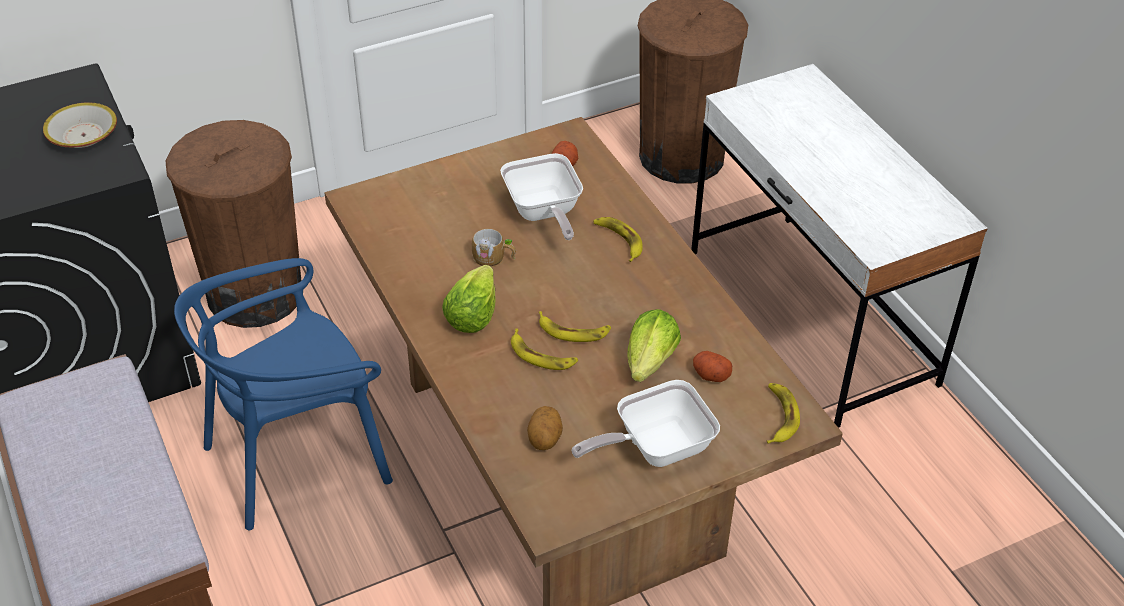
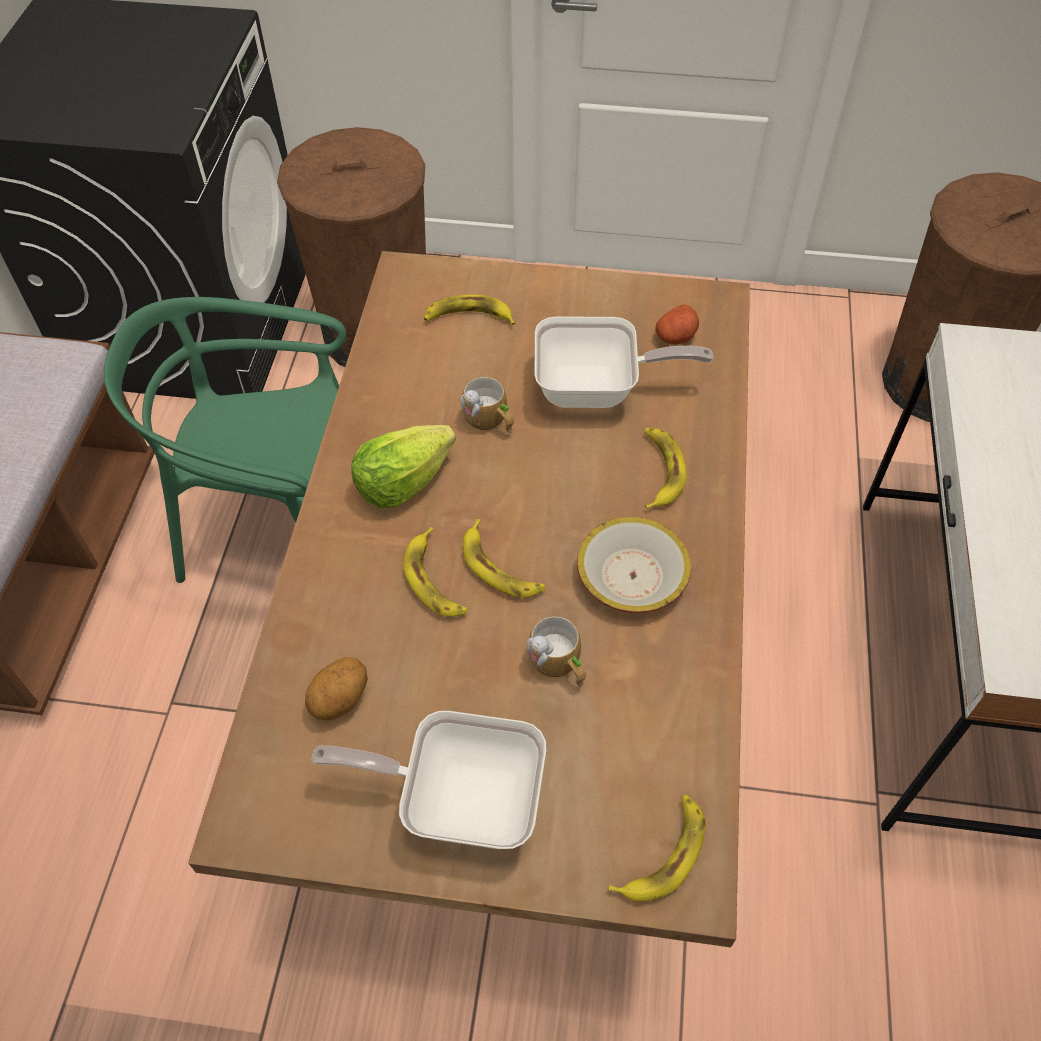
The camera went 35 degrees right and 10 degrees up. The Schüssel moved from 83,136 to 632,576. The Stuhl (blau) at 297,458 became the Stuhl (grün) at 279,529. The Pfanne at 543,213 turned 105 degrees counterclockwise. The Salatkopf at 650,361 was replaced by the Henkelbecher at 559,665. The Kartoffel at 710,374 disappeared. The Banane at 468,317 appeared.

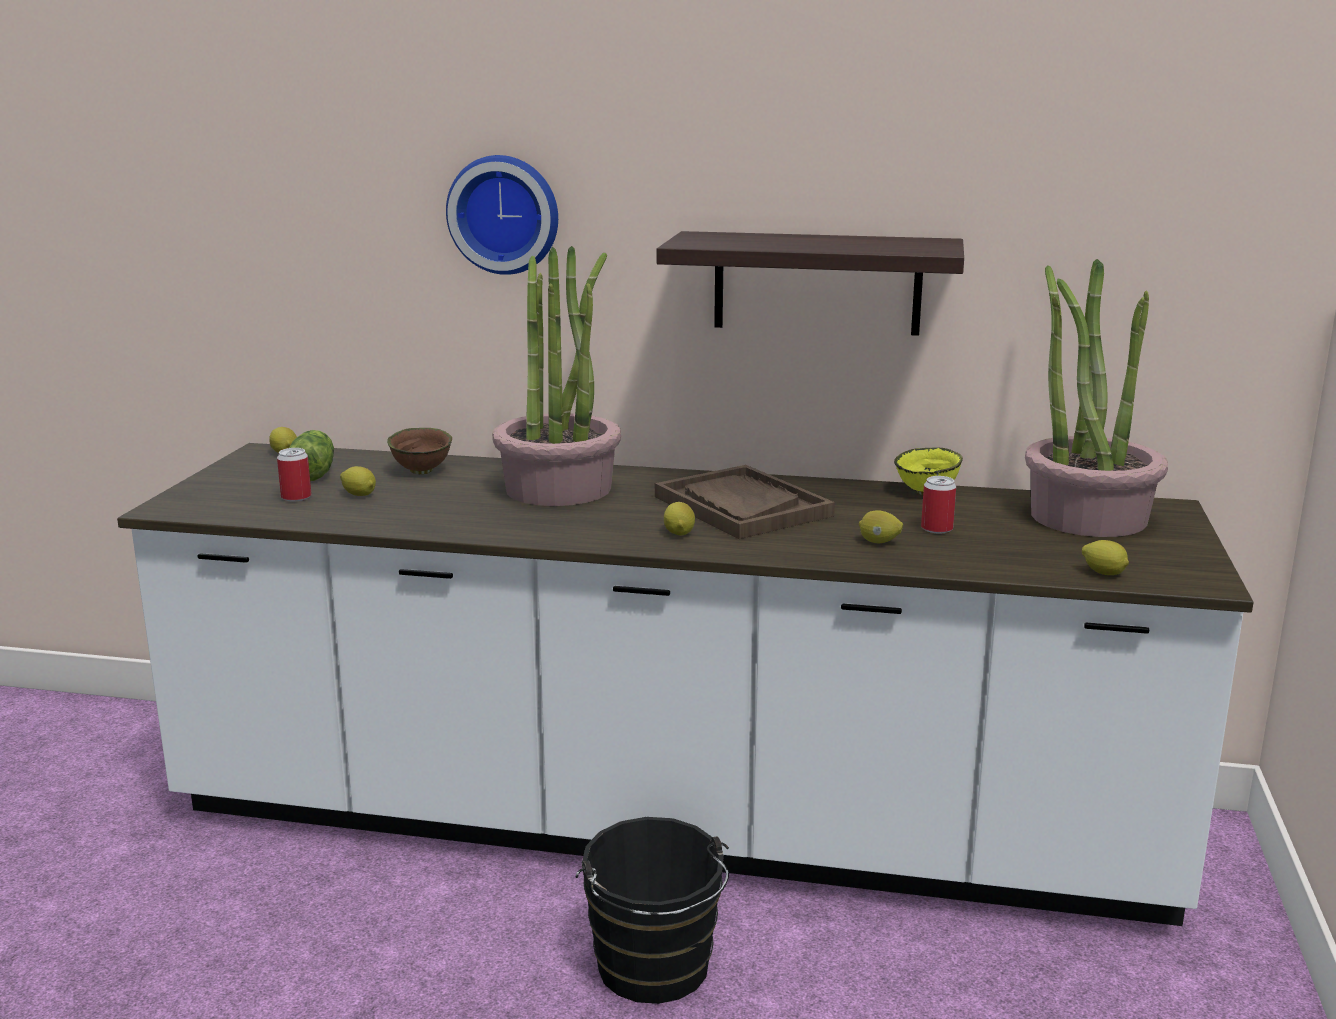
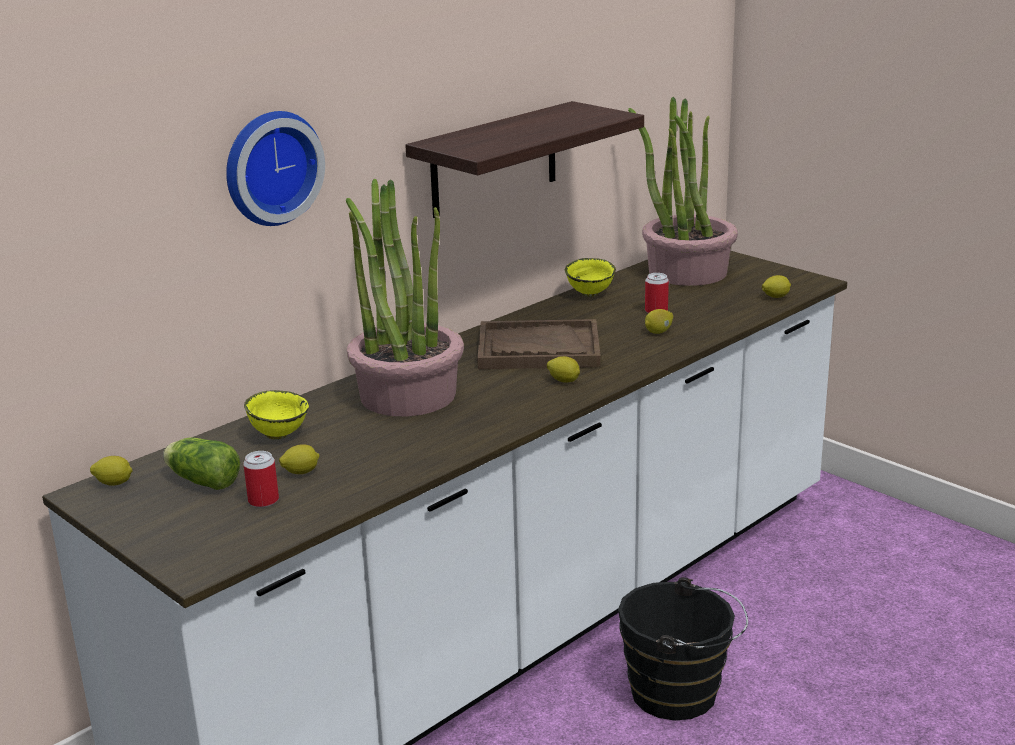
The camera went 55 degrees left and 5 degrees up. The Schüssel (braun) at 423,471 became the Schüssel (gelb) at 279,434.

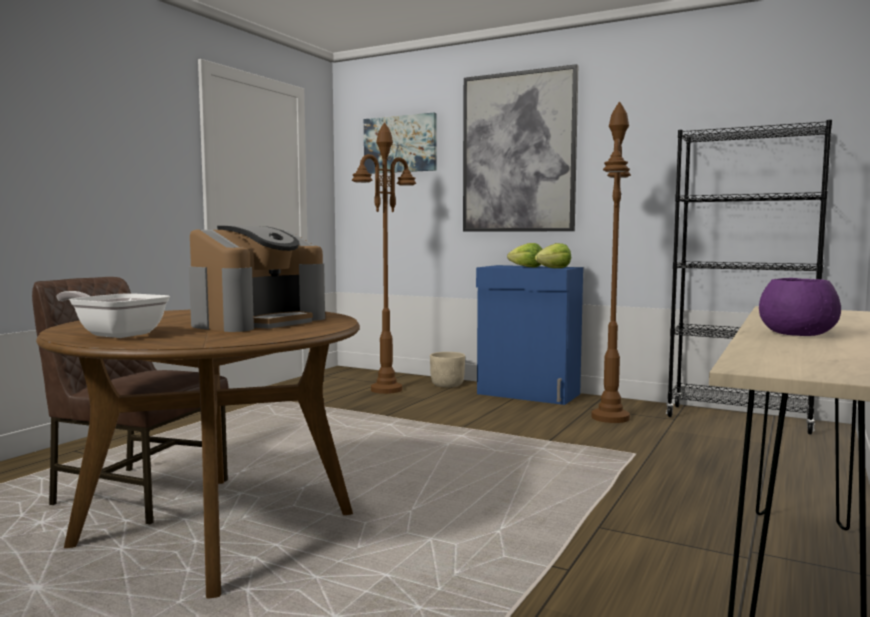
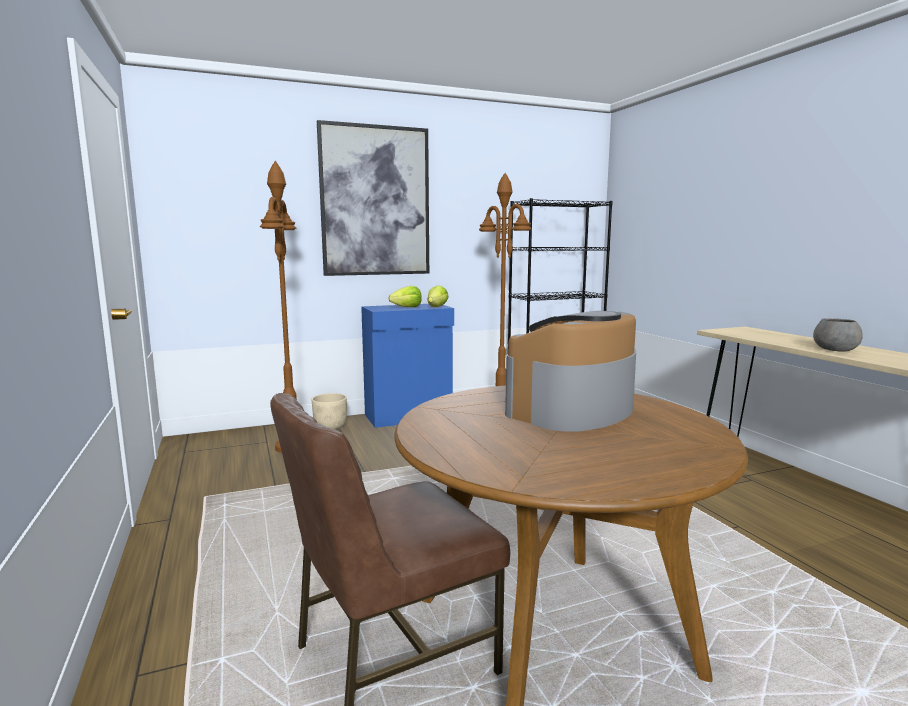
The camera went 50 degrees left and 5 degrees up. The Pfanne at 116,334 disappeared. The Kaffeemaschine at 258,321 turned 120 degrees counterclockwise. The Bild at 400,144 disappeared. The Schüssel (lila) at 796,334 became the Schüssel (grau) at 836,350.

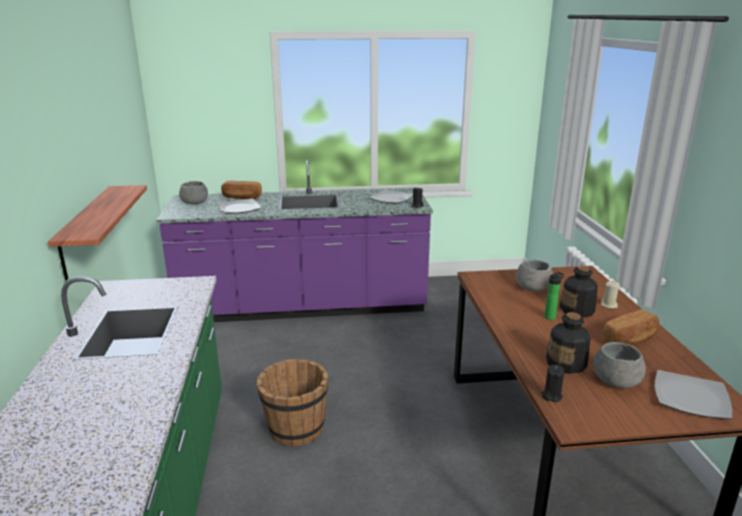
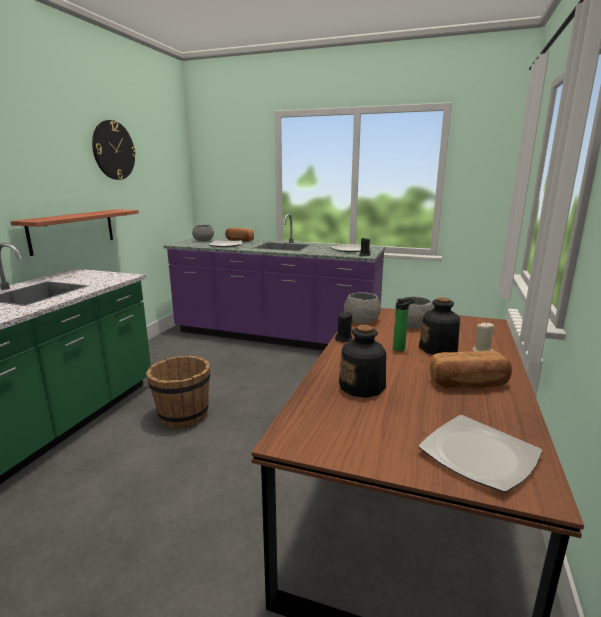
The camera went 25 degrees right and 5 degrees down. The Kerze (schwarz) moved from 551,396 to 344,339. The Schüssel (grau) moved from 616,380 to 361,320. The Wanduhr at 113,150 appeared.

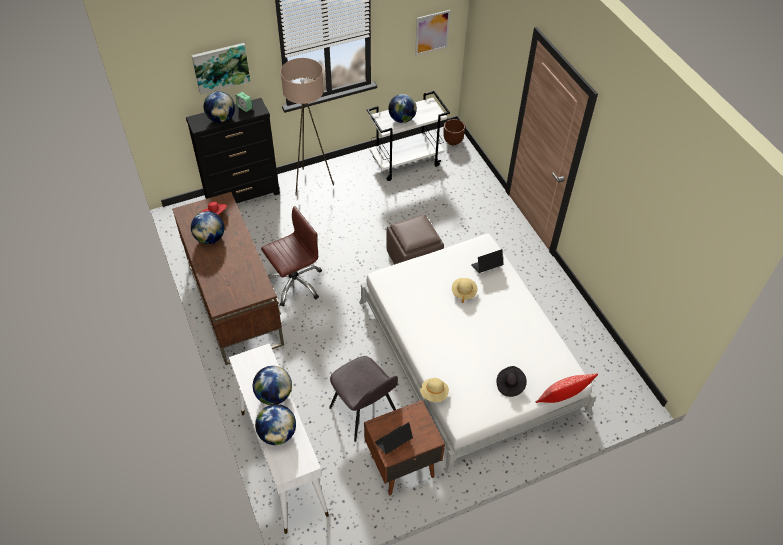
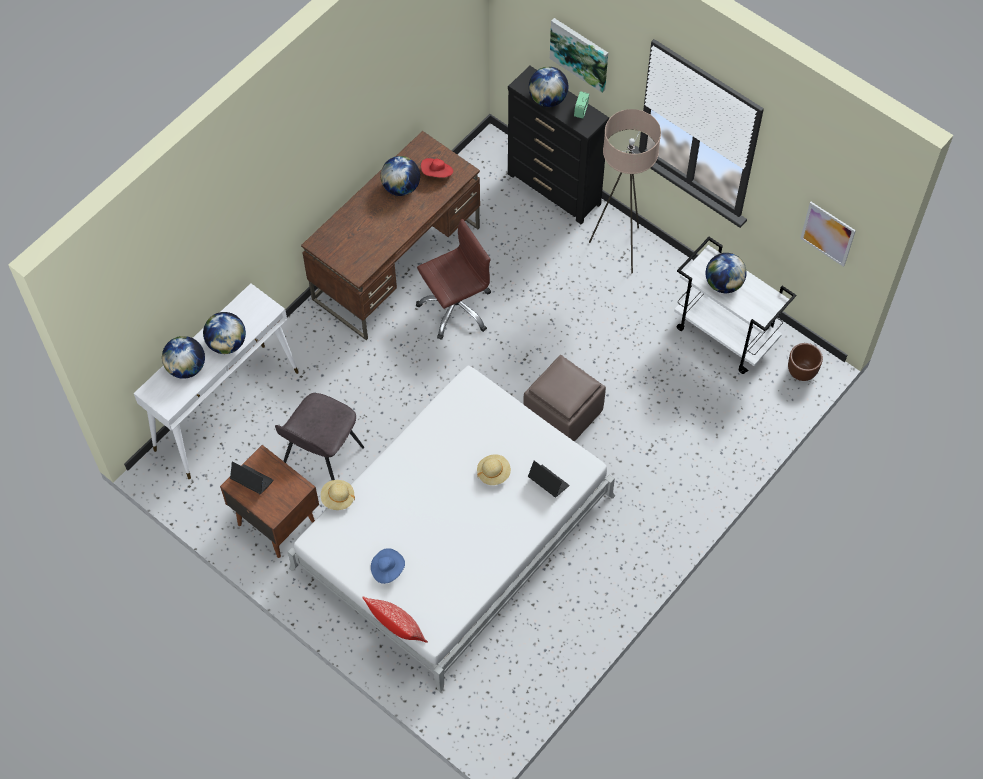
The camera went 65 degrees right and 10 degrees up. The Bürostuhl (braun) at 294,283 turned 60 degrees counterclockwise. The Hut (schwarz) at 510,385 became the Hut (blau) at 387,569.

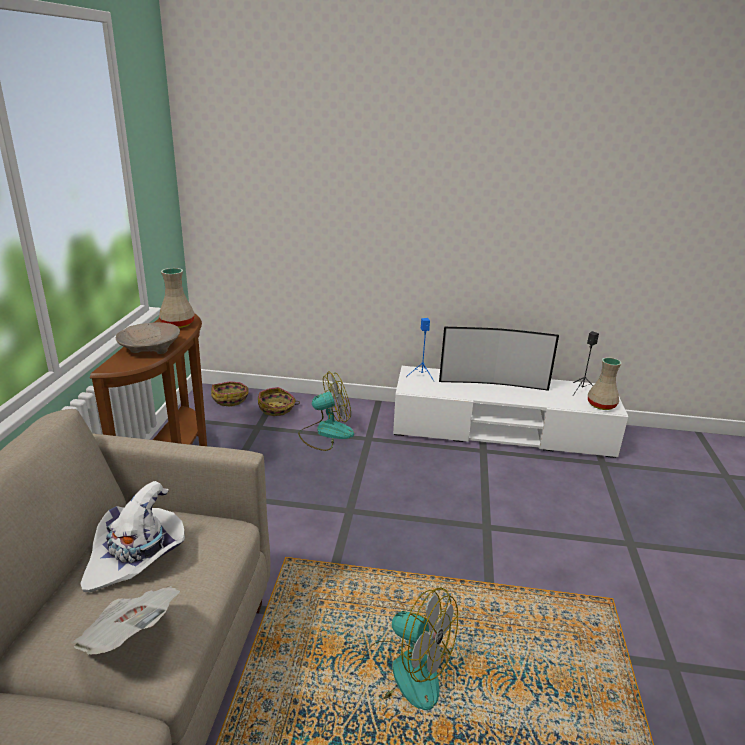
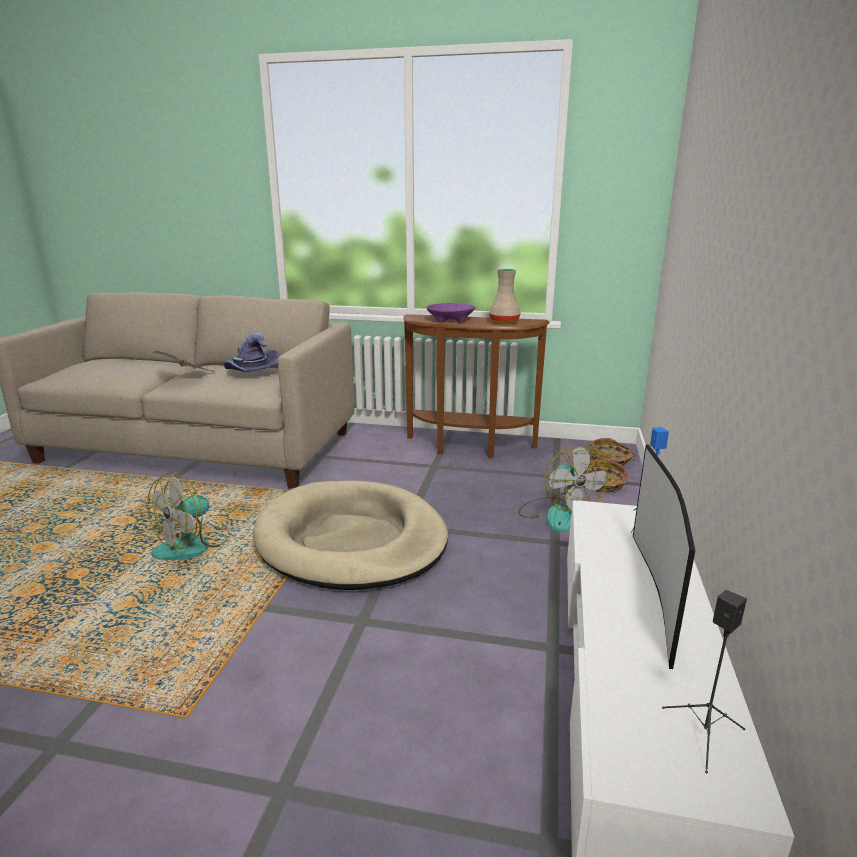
The camera went 95 degrees right and 5 degrees down. The Hut (weiß) at 137,555 became the Hut (lila) at 251,373. The Schüssel (beige) at 150,348 became the Schüssel (lila) at 450,319. The Vase (beige) at 601,405 disappeared. The Hundebett (beige) at 351,540 appeared.

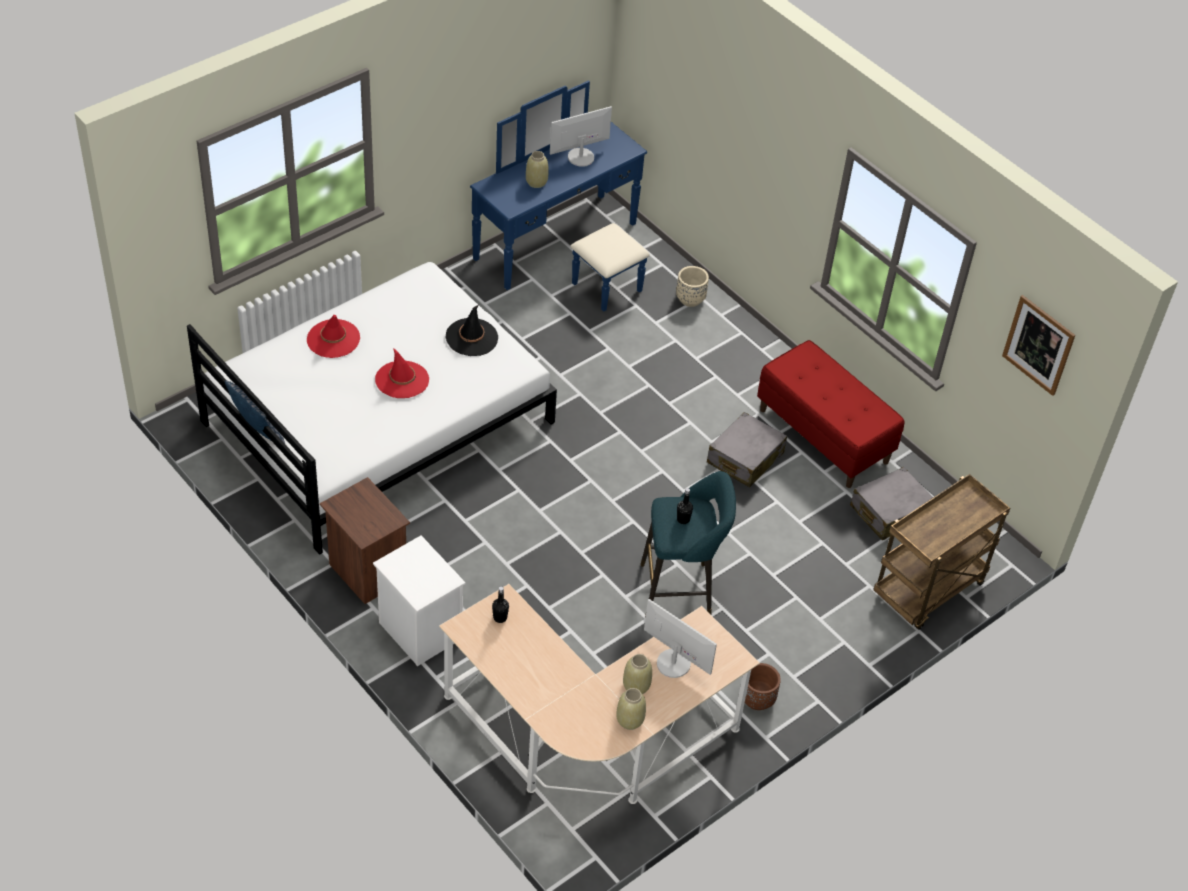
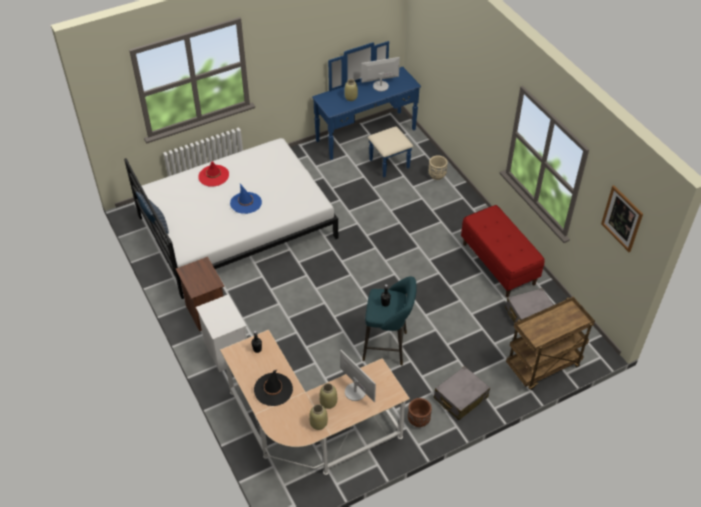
The camera went 15 degrees right and 0 degrees up. The Hut (rot) at 402,380 became the Hut (blau) at 246,203. The Hut (schwarz) moved from 472,337 to 273,389. The Koffer (grau) moved from 745,458 to 460,398.

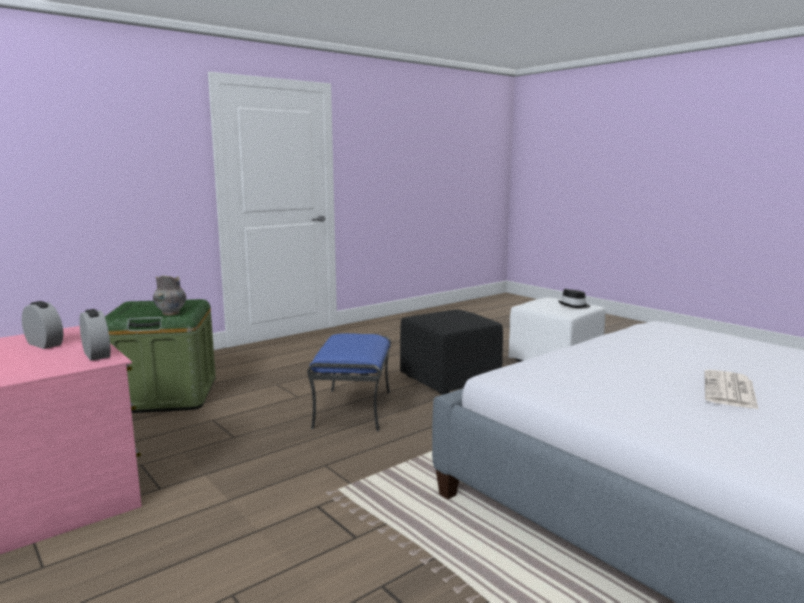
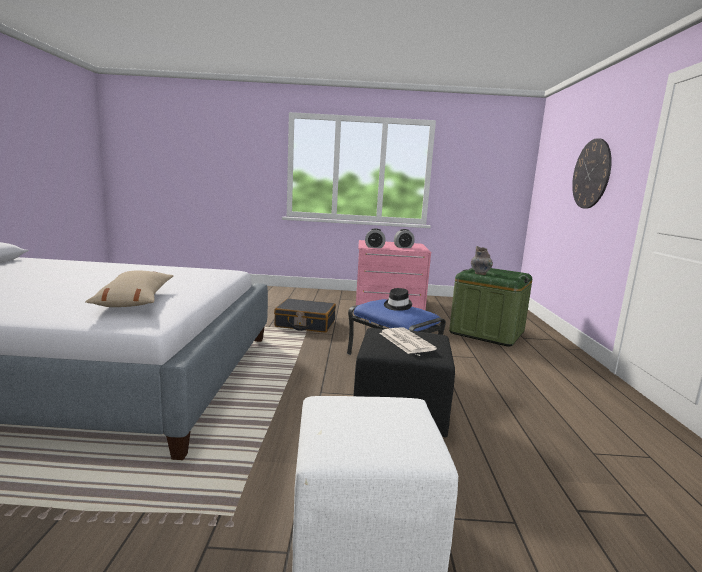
The camera went 130 degrees right and 0 degrees up. The Hut (schwarz) moved from 574,306 to 397,306. The Zeitung moved from 730,391 to 405,341. The Kissen (beige) at 135,300 appeared. The Koffer (schwarz) at 305,324 appeared. The Wanduhr at 591,174 appeared.

